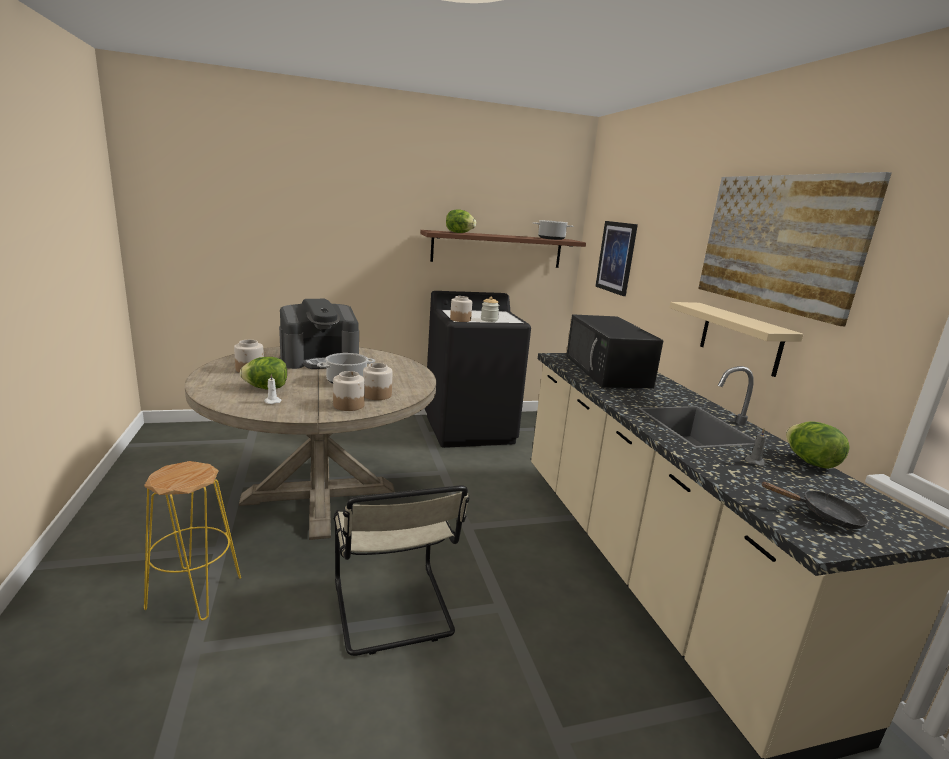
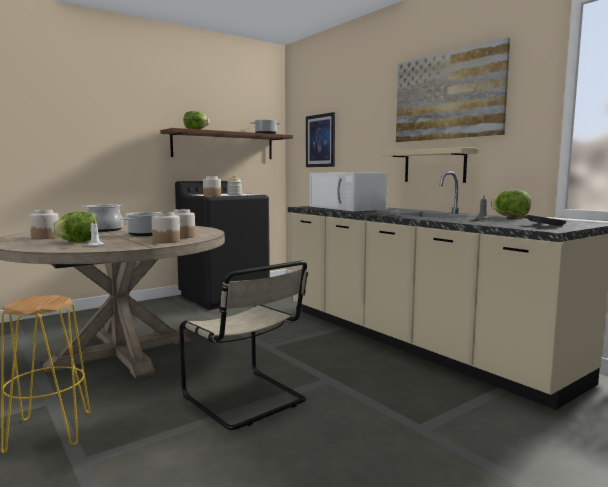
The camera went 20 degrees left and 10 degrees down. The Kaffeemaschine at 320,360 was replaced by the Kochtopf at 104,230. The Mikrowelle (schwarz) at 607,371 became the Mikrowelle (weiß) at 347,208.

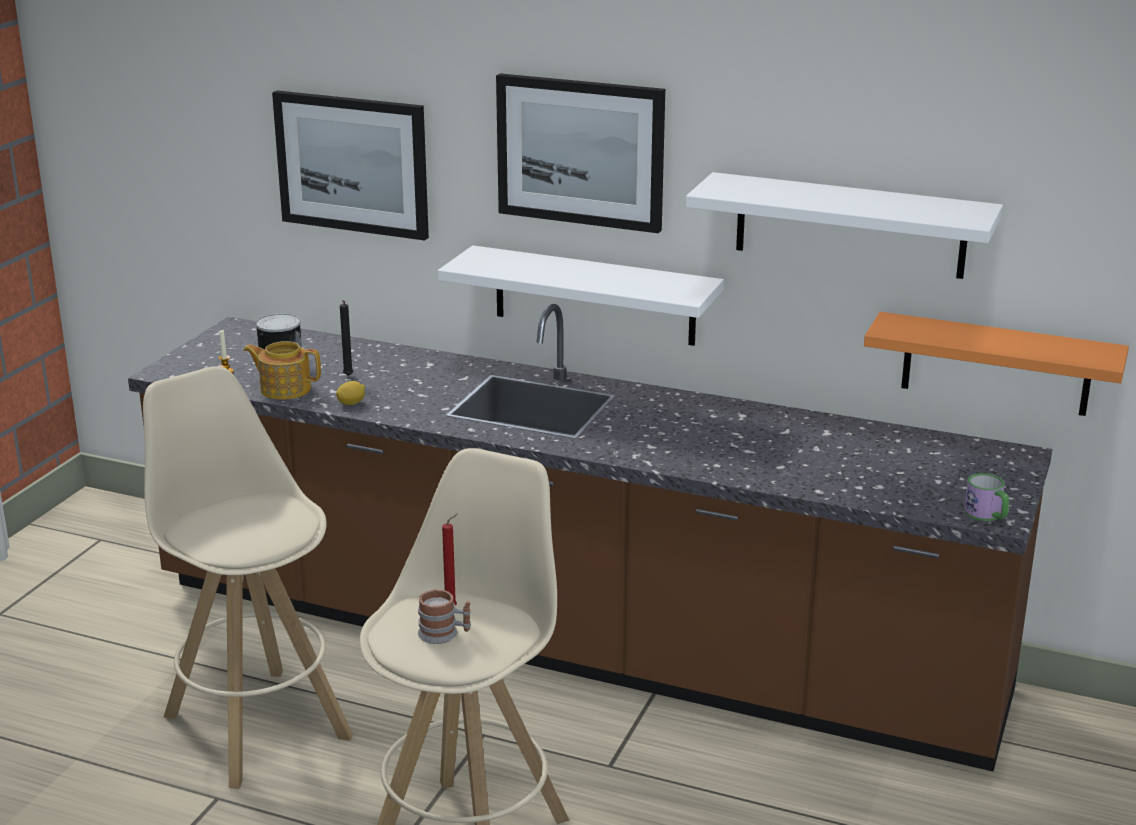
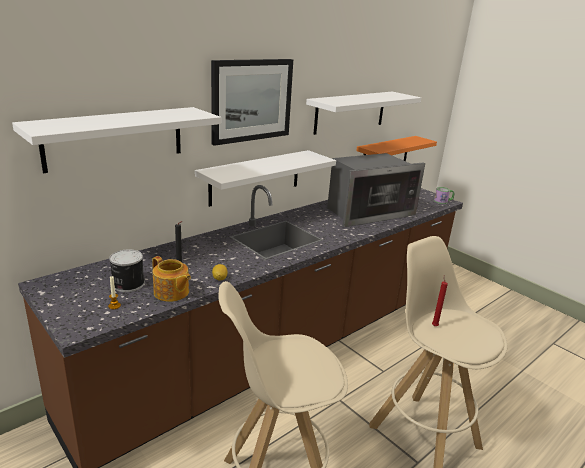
The camera went 65 degrees left and 0 degrees up. The Teekanne at 284,389 turned 90 degrees counterclockwise. The Bild at 352,164 was replaced by the Wandregal (weiß) at 115,138. The Henkelbecher at 444,634 disappeared. The Mikrowelle at 367,212 appeared.

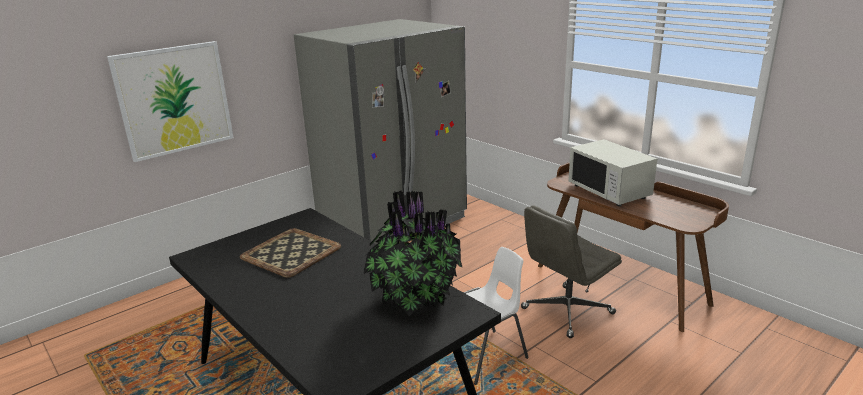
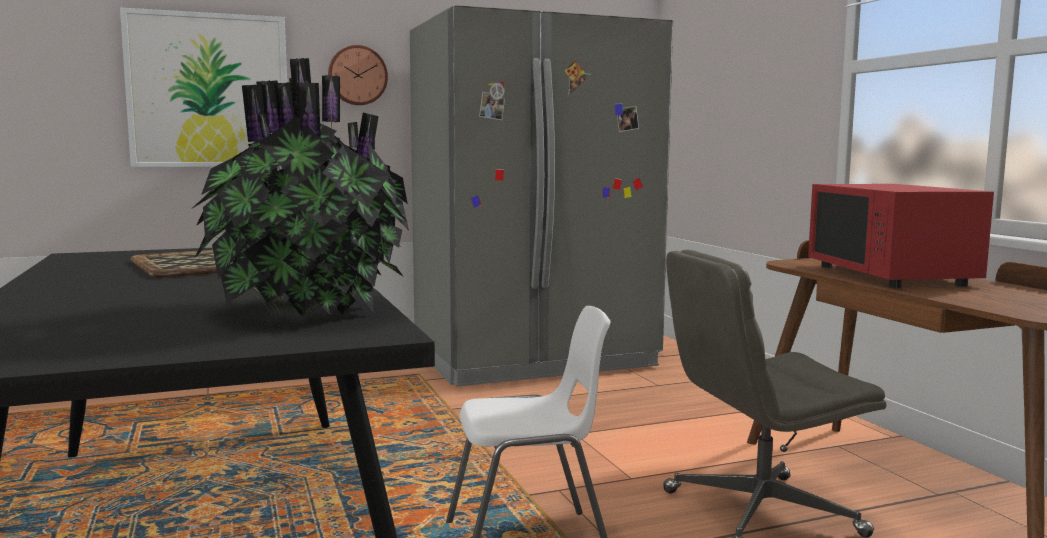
The camera went 20 degrees right and 15 degrees down. The Mikrowelle (weiß) at 609,191 became the Mikrowelle (rot) at 890,275. The Wanduhr at 357,75 appeared.

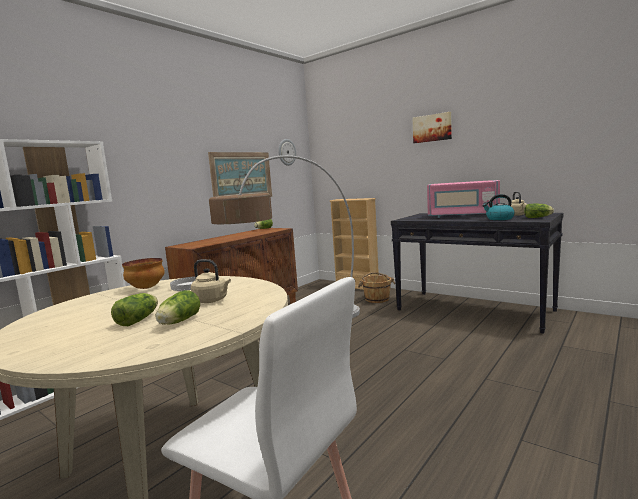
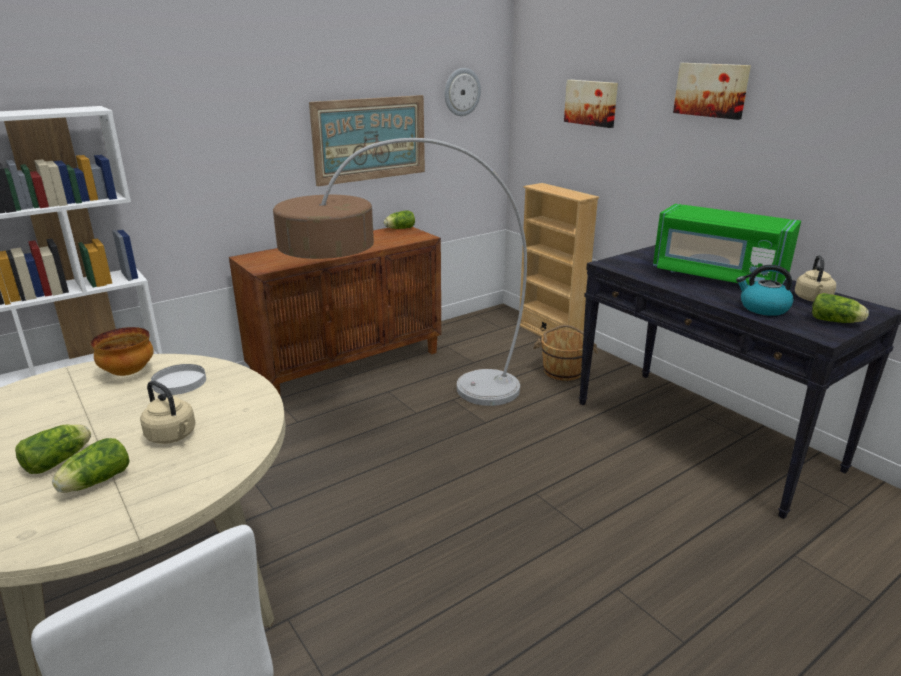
The camera went 15 degrees right and 15 degrees up. The Mikrowelle (rosa) at 462,216 became the Mikrowelle (grün) at 717,276. The Bild at 591,103 appeared.

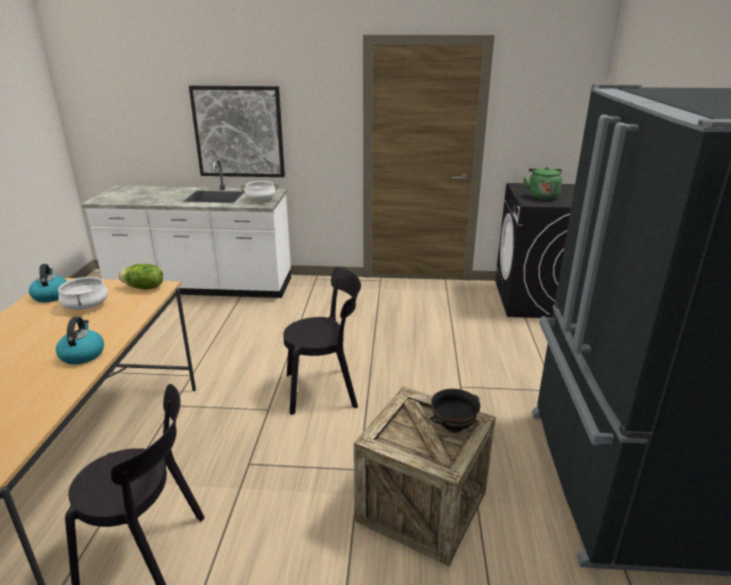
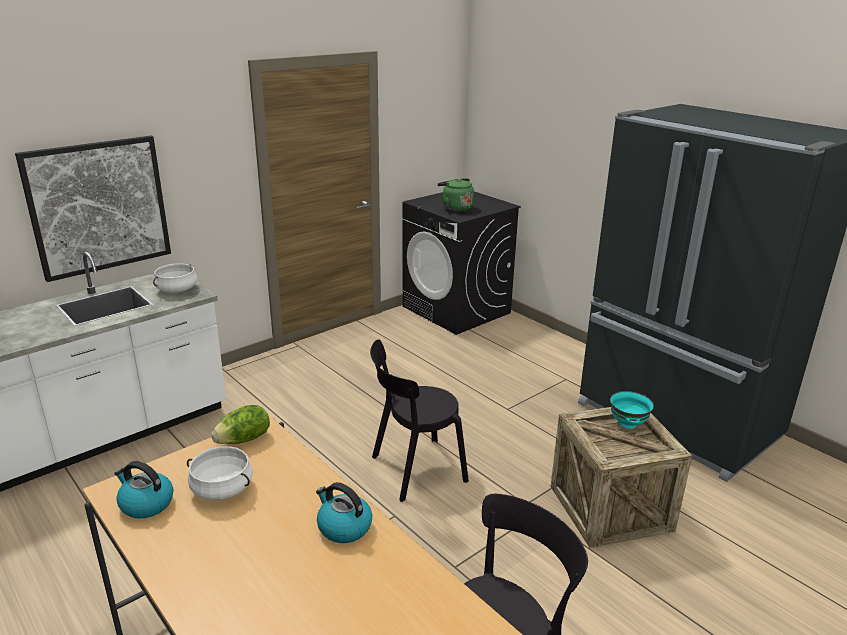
The camera went 45 degrees left and 0 degrees up. The Stuhl (schwarz) at 325,390 turned 150 degrees counterclockwise. The Schüssel (schwarz) at 453,427 became the Schüssel (türkis) at 628,424.

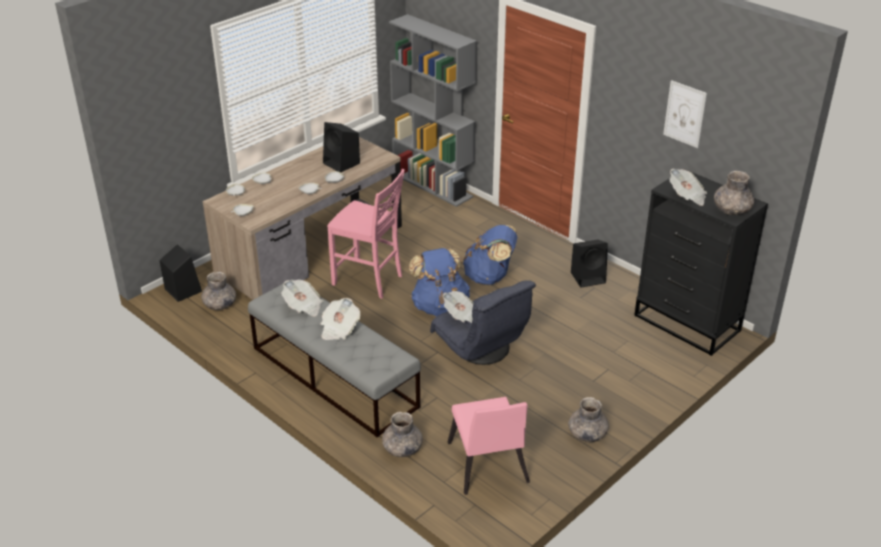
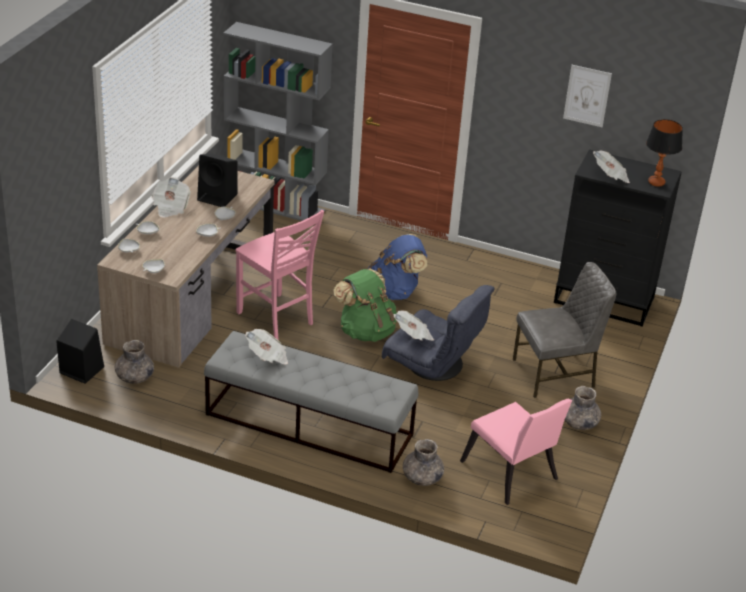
The camera went 25 degrees left and 0 degrees up. The Zeitung moved from 339,329 to 170,207. The Stuhl (rosa) at 369,280 turned 45 degrees clockwise. The Rucksack (blau) at 439,306 became the Rucksack (grün) at 365,331. The Lautsprecher (schwarz) at 588,277 disappeared. The Vase (grau) at 731,210 was replaced by the Tischlampe at 656,183. The Stuhl (grau) at 555,374 appeared.

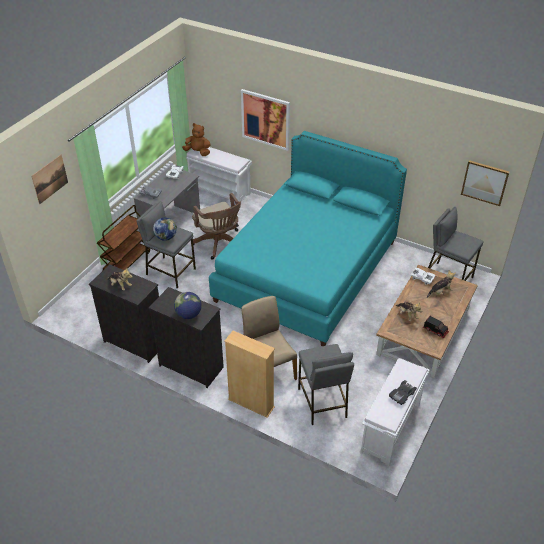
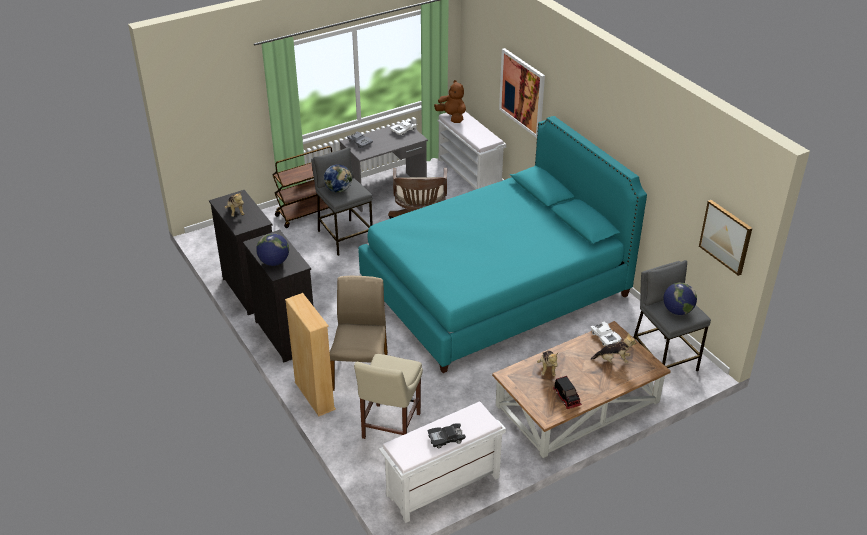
The camera went 30 degrees right and 5 degrees down. The Bild at 50,179 disappeared. The Hocker (grau) at 322,403 was replaced by the Stuhl (beige) at 389,428. The Globus at 677,311 appeared.

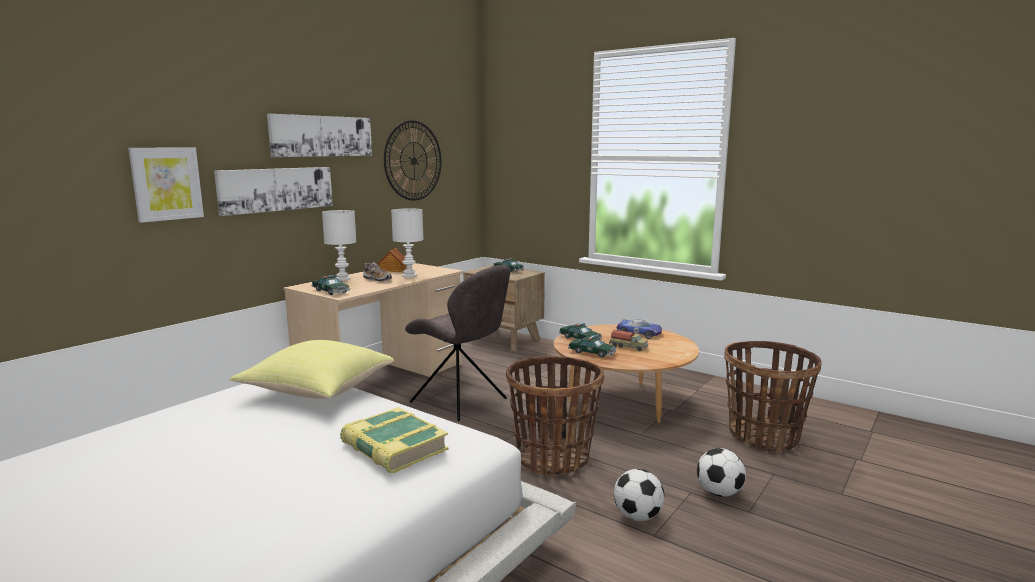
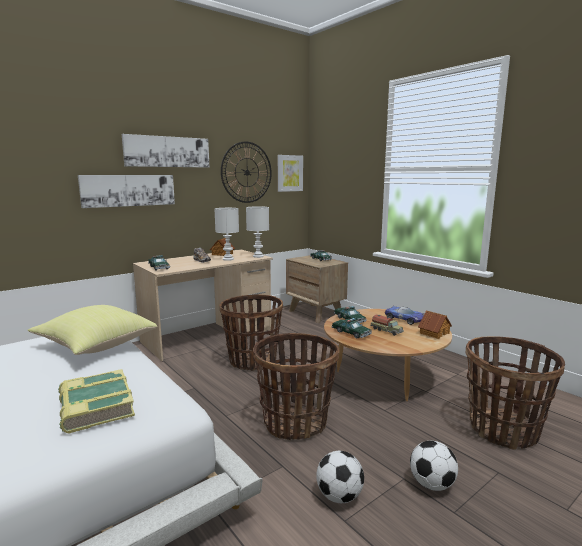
The camera went 15 degrees right and 0 degrees up. The Bild moved from 166,183 to 289,173. The Tischlampe (weiß) moved from 343,279 to 258,256. The Stuhl (grau) at 461,401 was replaced by the Korb at 252,361. The Spielzeughaus at 434,333 appeared.

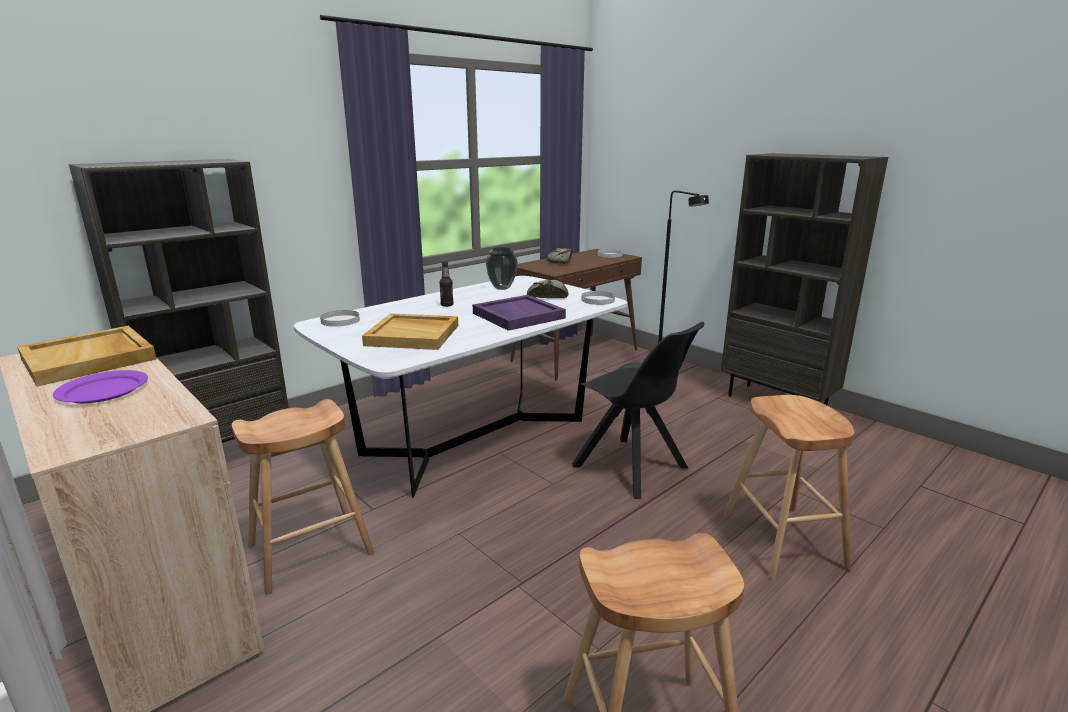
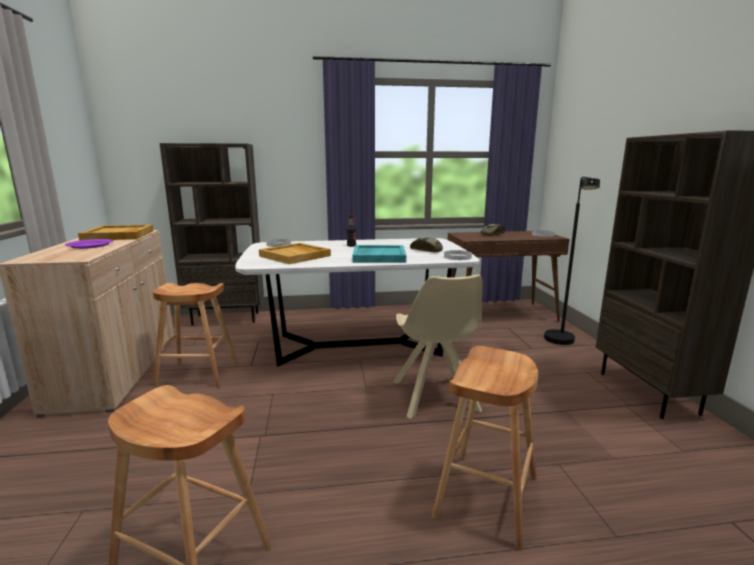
The camera went 35 degrees right and 5 degrees down. The Tablett (lila) at 517,315 became the Tablett (türkis) at 378,256. The Vase at 502,288 disappeared. The Stuhl (schwarz) at 632,468 became the Stuhl (beige) at 435,397.

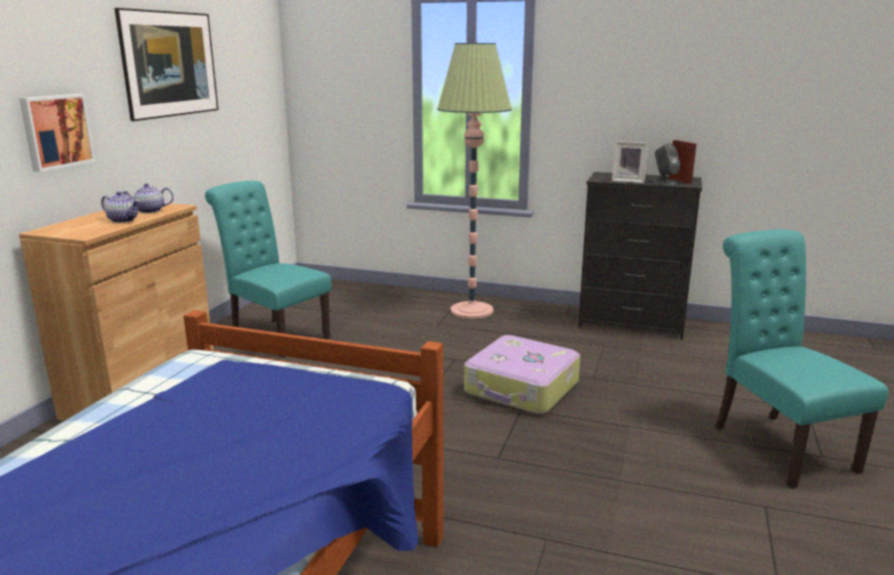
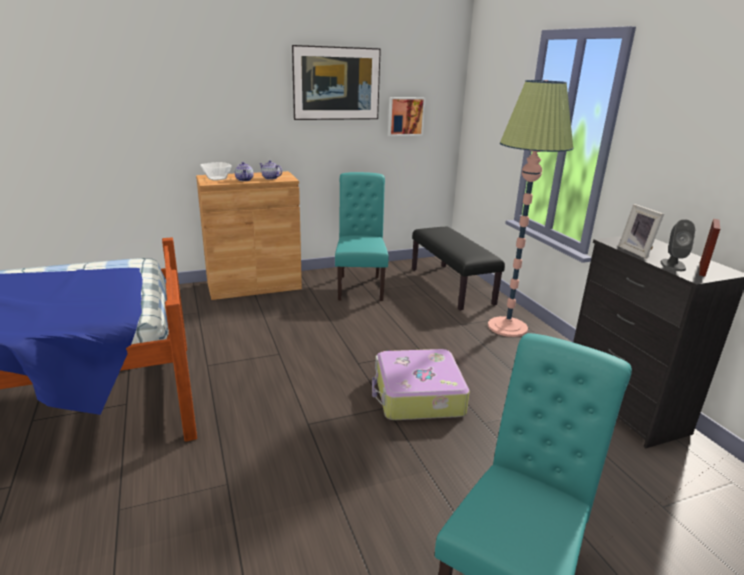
The camera went 50 degrees right and 5 degrees up. The Bild moved from 56,131 to 405,116. The Schüssel at 217,178 appeared. The Bank (schwarz) at 452,286 appeared.

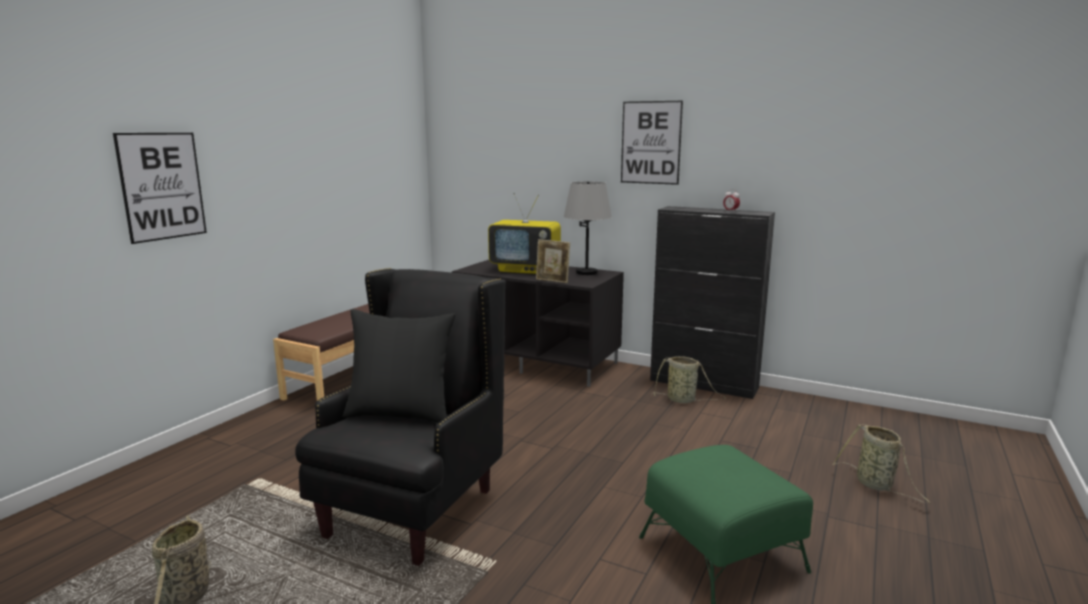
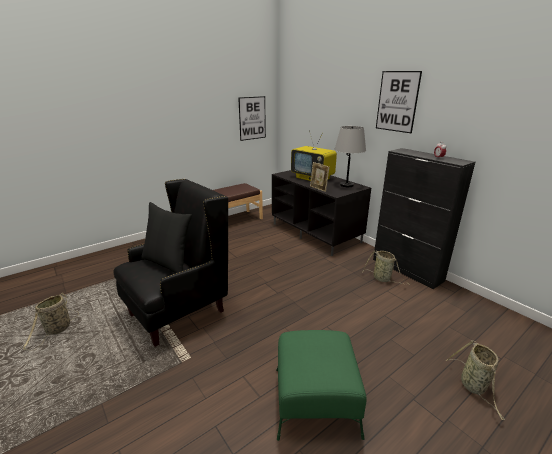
The camera went 25 degrees right and 10 degrees up. The Bild moved from 162,186 to 252,118.

